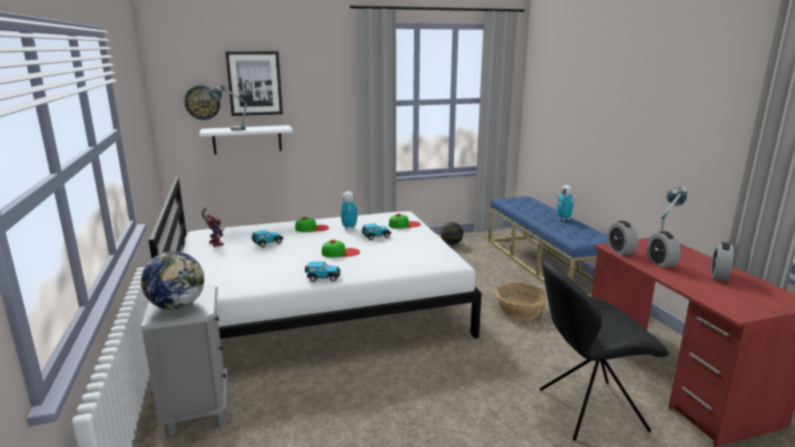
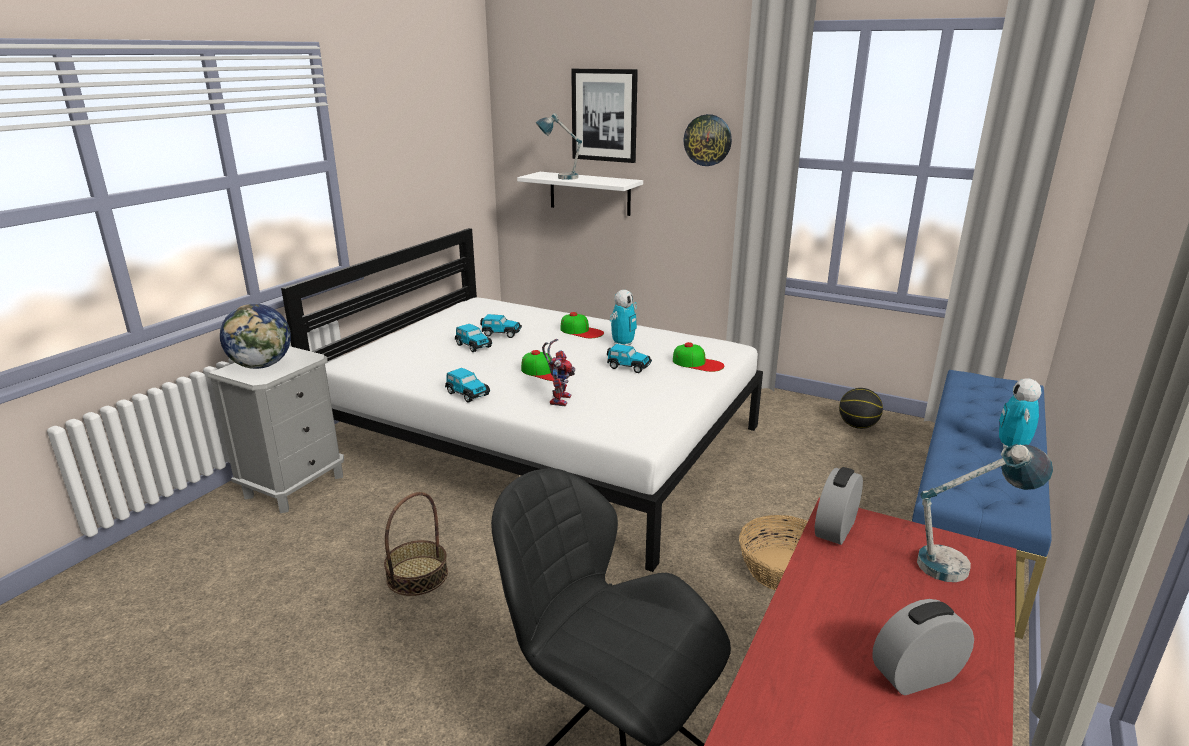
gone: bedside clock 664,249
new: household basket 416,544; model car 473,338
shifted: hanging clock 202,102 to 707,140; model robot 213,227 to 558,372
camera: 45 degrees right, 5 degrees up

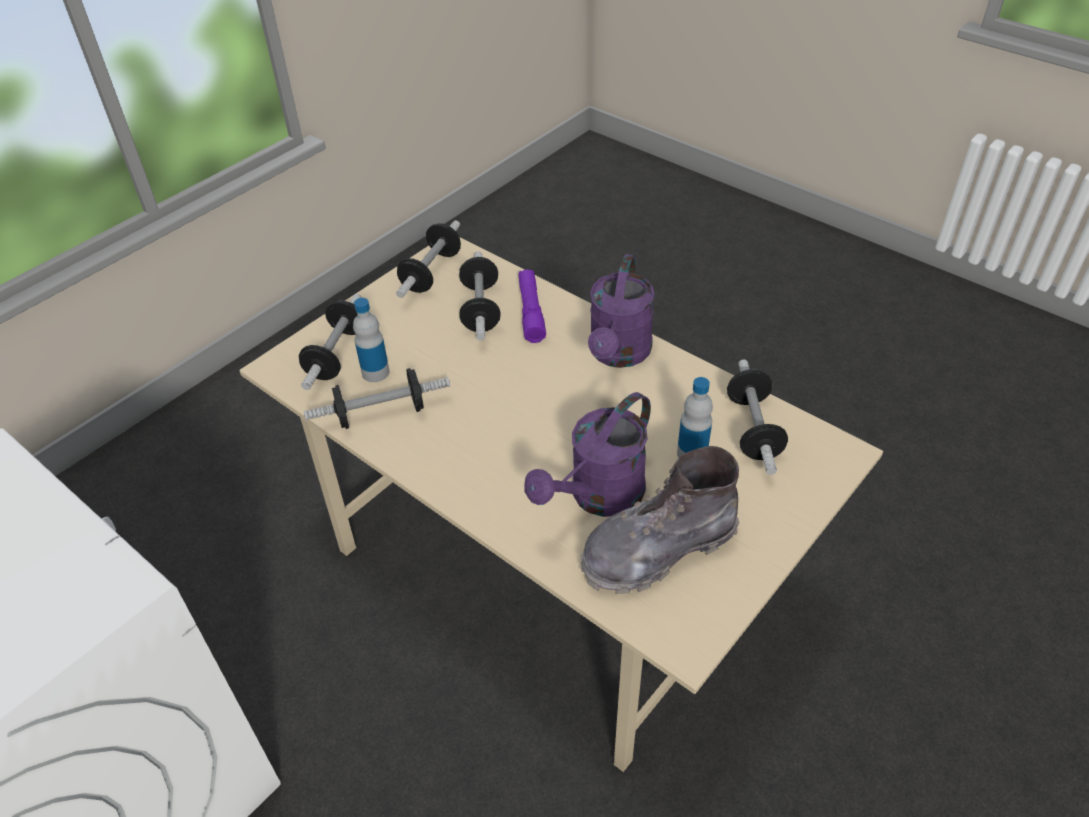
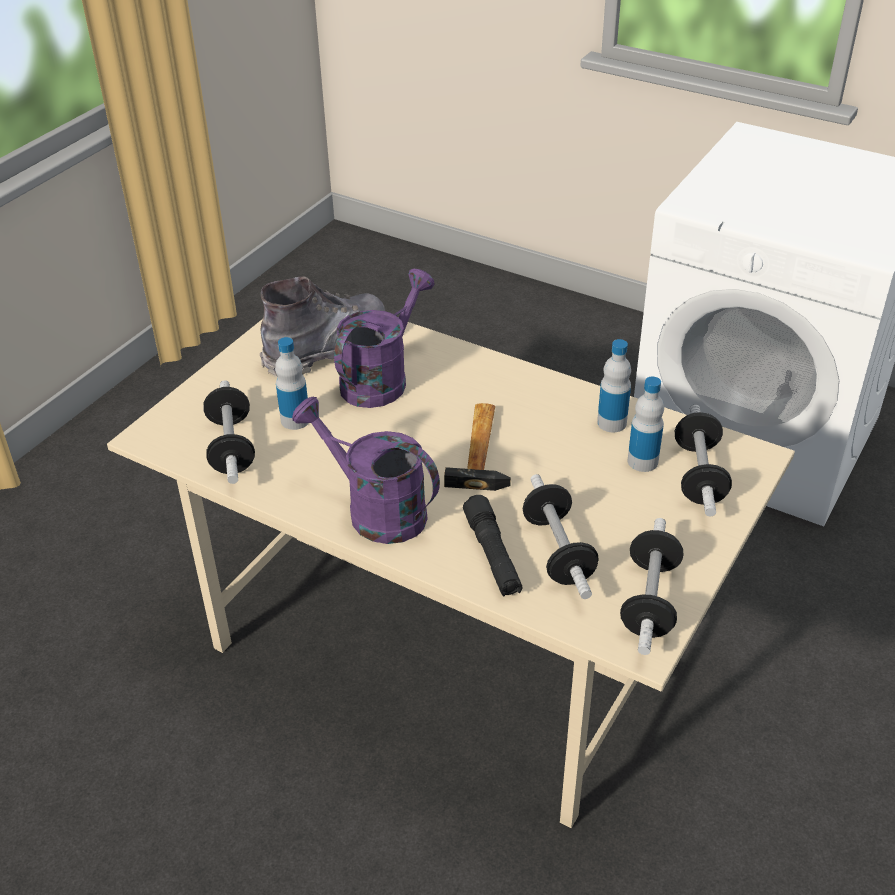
new: hand hammer 477,447
swapped: dumbbell 377,398 to drink bottle 614,385
repainted: purplish flashlight 532,306 to blackish flashlight 493,545
rotated: purplish sprinkling can 621,311 = 366,470 60 degrees counterclockwise
camera: 170 degrees right, 5 degrees down

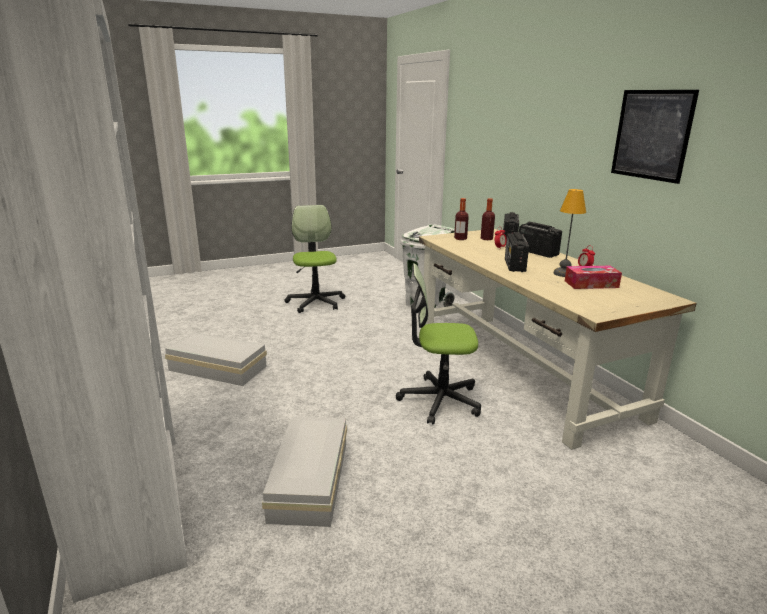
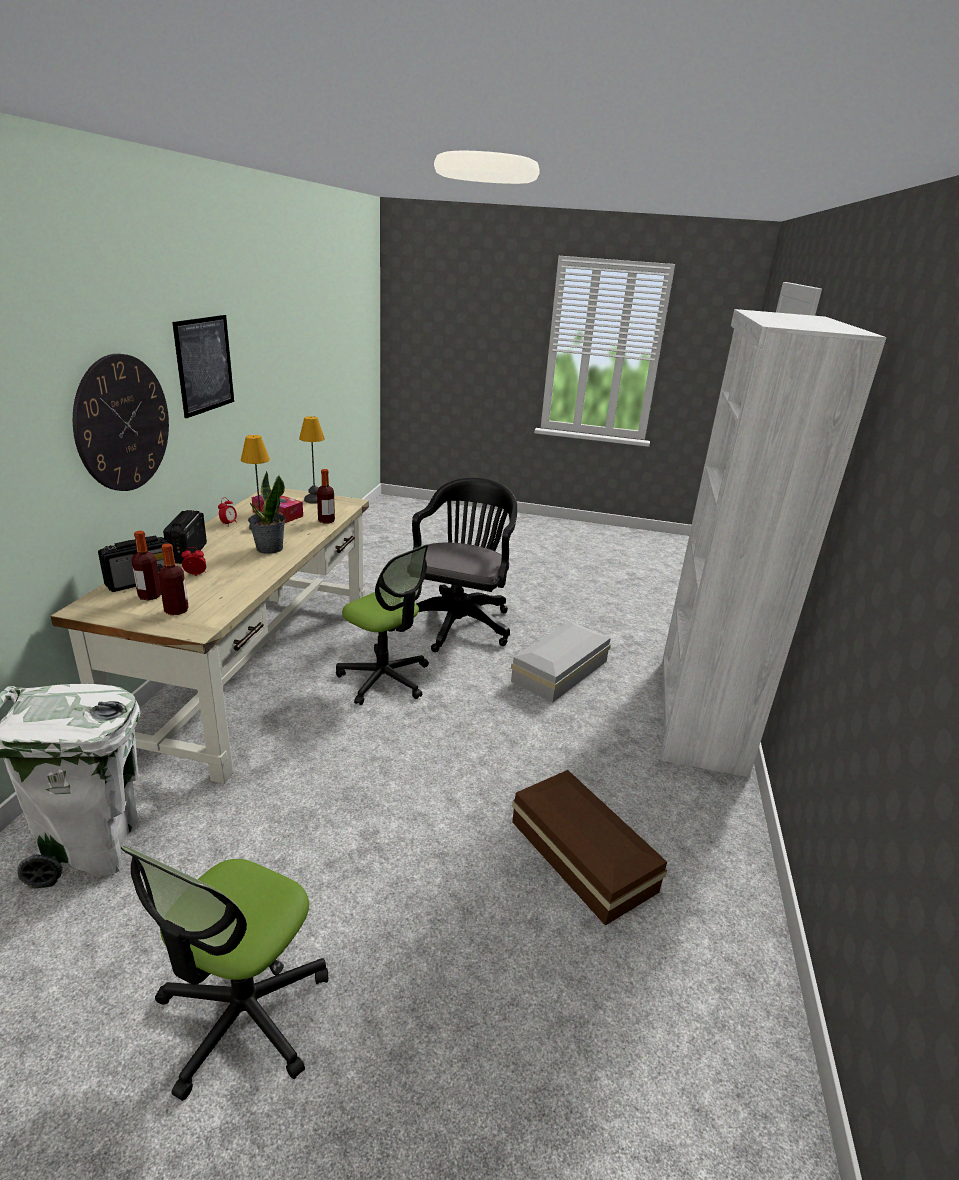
new: hanging clock 121,422; lamp for a table 312,460; drink bottle 326,496; blackish computer chair 464,565
swapped: radio set 517,252 to potted plant 267,512
repainted: white-coloured storage box 216,359 to brown-coloured storage box 589,848
camera: 145 degrees left, 5 degrees up

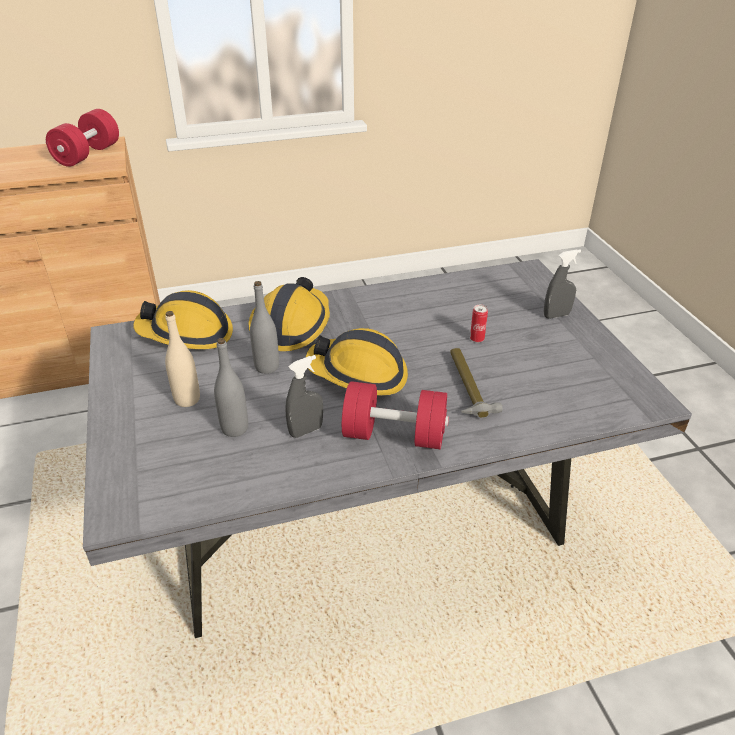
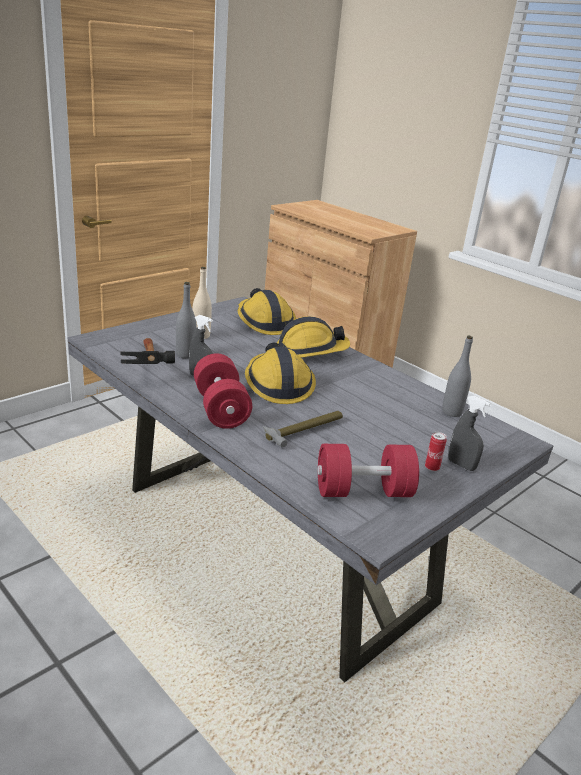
new: hand hammer 147,351
shifted: reddish dumbbell 82,138 to 368,470; grey drink bottle 264,327 to 457,376; metal can 479,324 to 436,451
camera: 60 degrees right, 10 degrees down

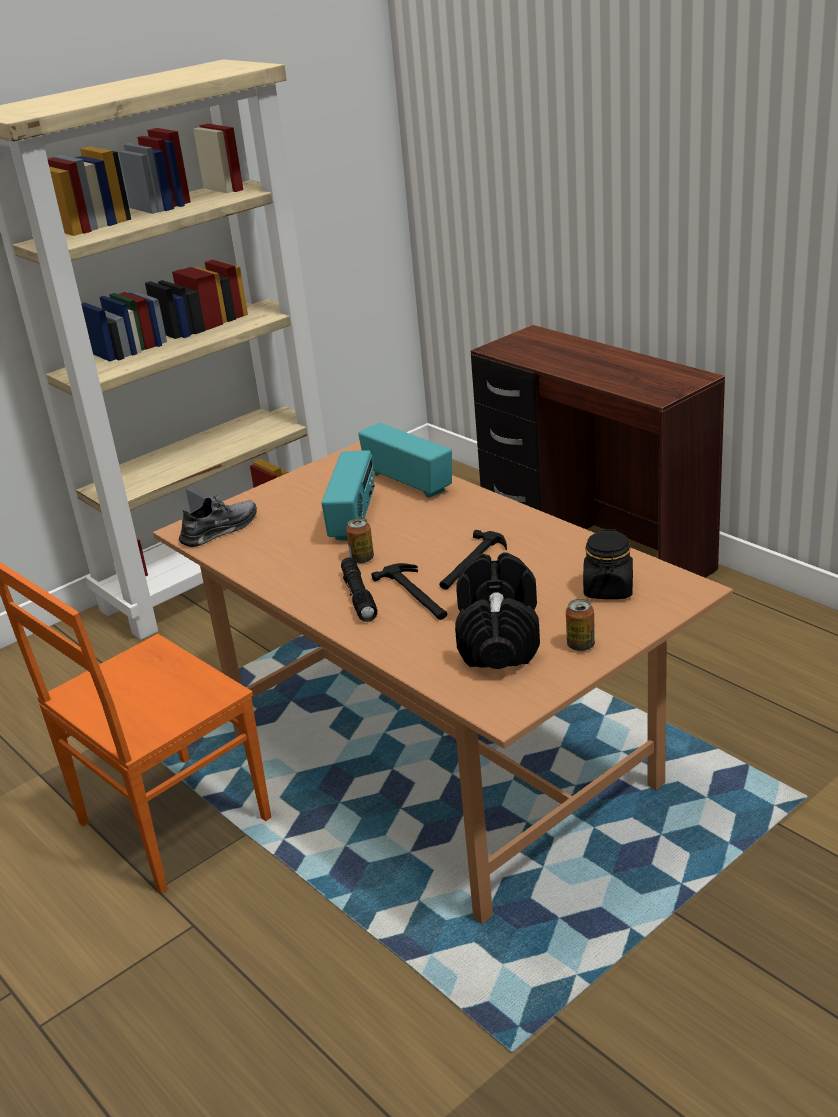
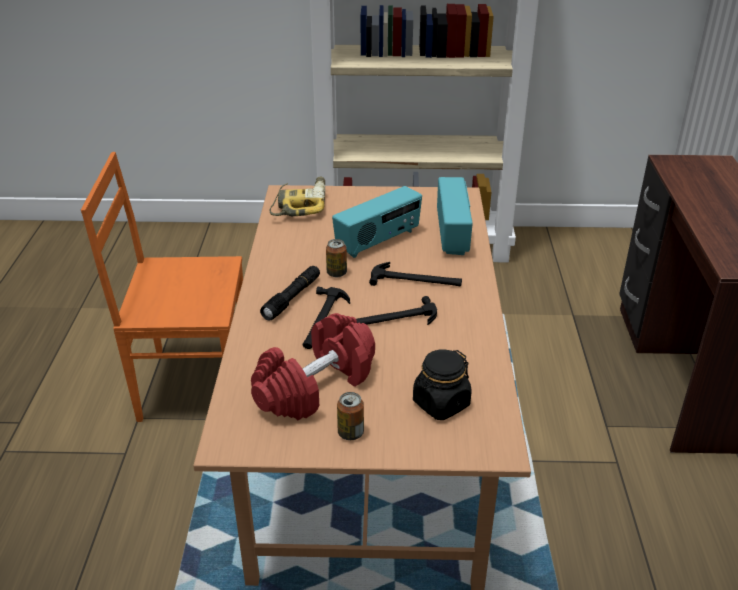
new: hand hammer 415,274
swapped: grey item of footwear 218,521 to drill 297,196
repainted: blackish dumbbell 497,610 to reddish dumbbell 313,366
camera: 40 degrees right, 5 degrees up

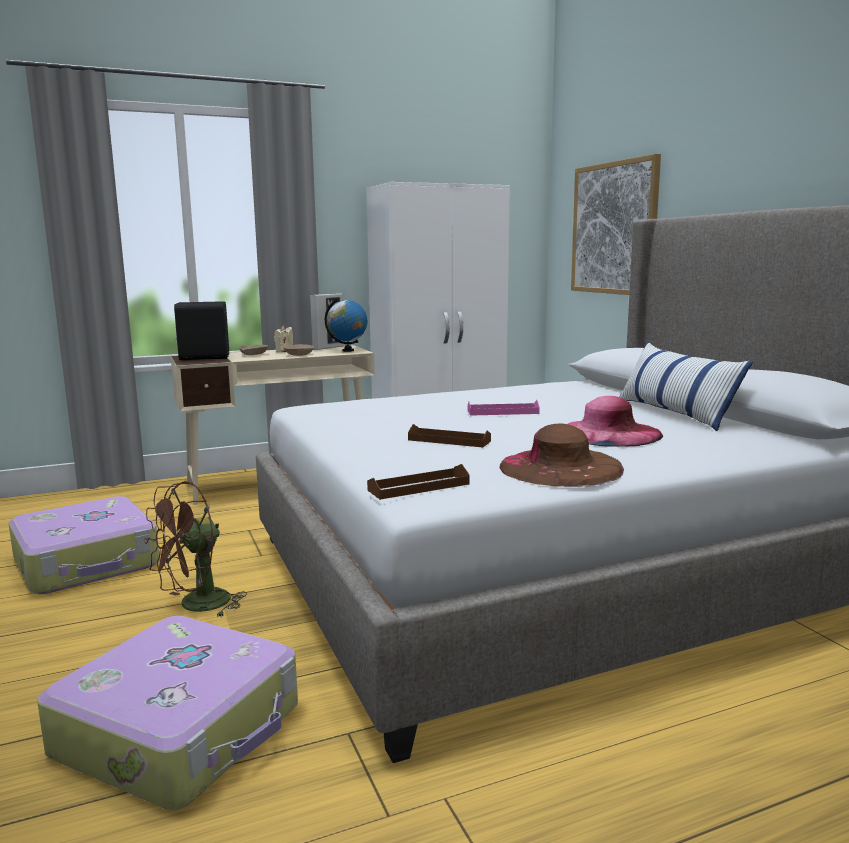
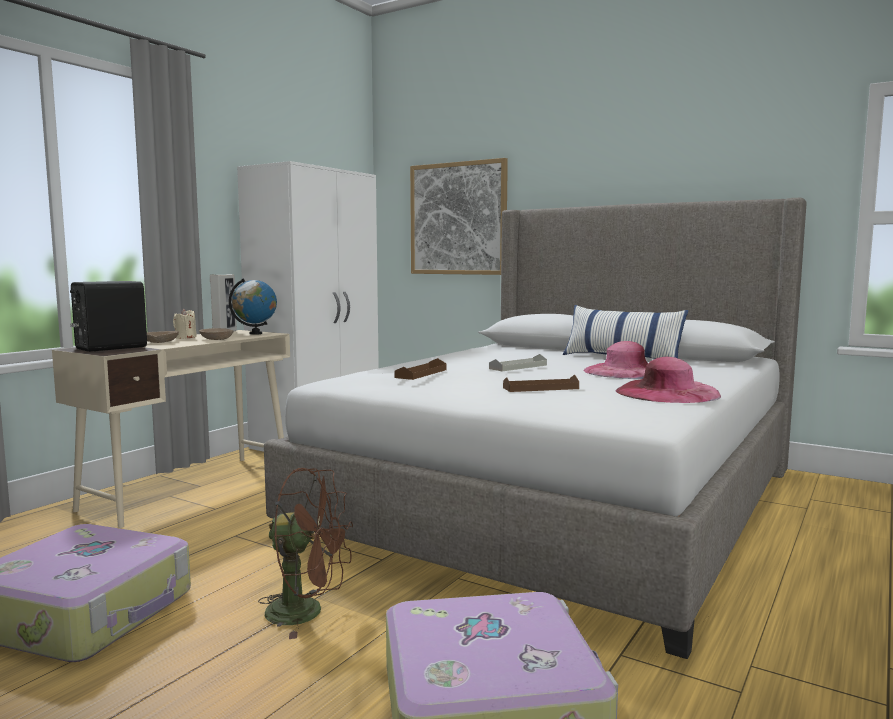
shifted: brown-coloured tray 418,482 to 420,369
repainted: pink-coloured tray 504,408 to grey tray 518,363; brown-coloured clothing hat 561,455 to pink-coloured clothing hat 668,380
rotated: brown-coloured electric fan 195,549 = 305,553 90 degrees counterclockwise
camera: 35 degrees left, 5 degrees down

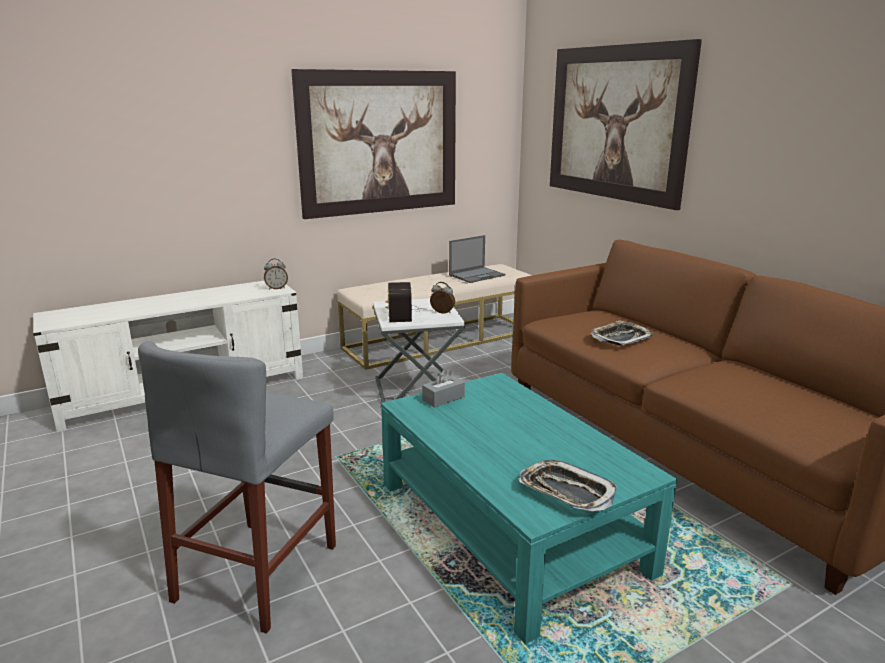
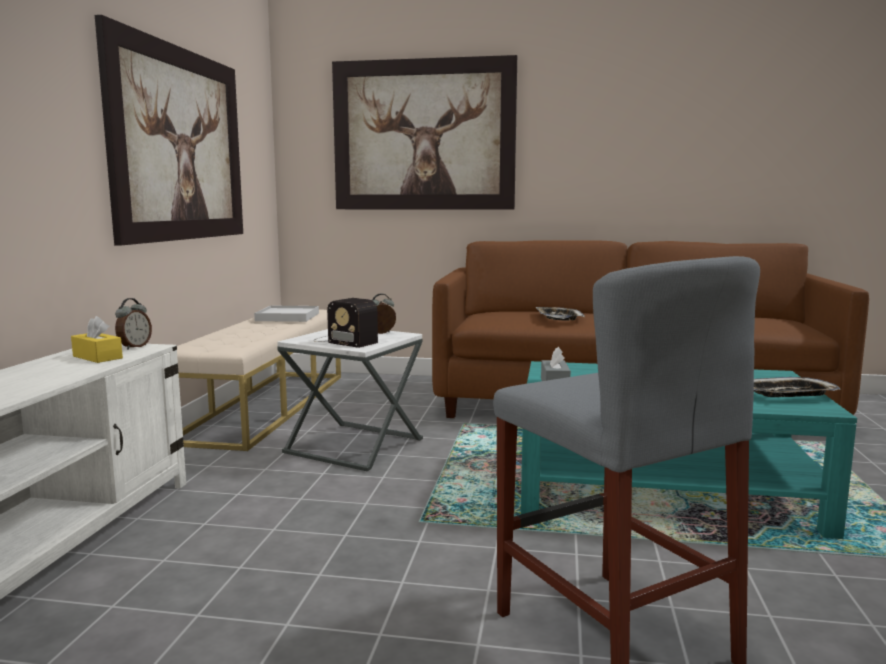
new: yellow-coloured box of tissues 97,339
swapped: laptop 477,259 to white-coloured tray 286,314
camera: 50 degrees left, 10 degrees down

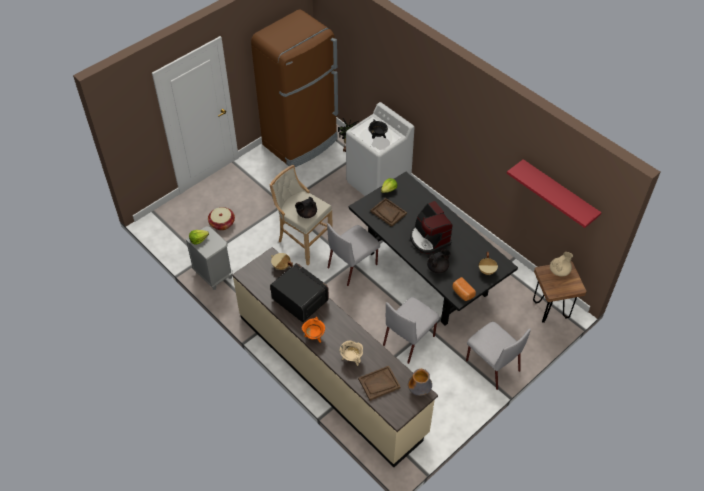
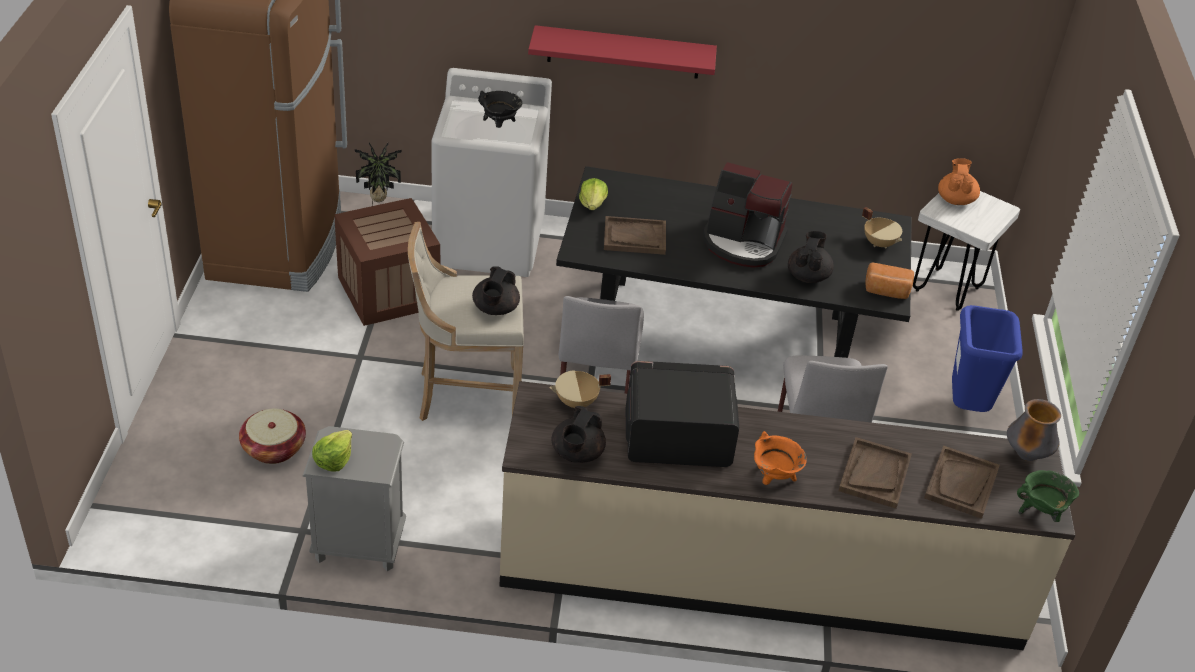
new: shipping crate 387,262; blackish pot for tea 579,434; green saucepot 1048,496
shifted: reddish wall shelf 554,193 to 622,52
swapped: beige saucepot 351,353 to brown-coloured tray 875,473; grey chair 498,356 to blue-coloured rubbish bin 987,358
repainted: brown-coloured stool 559,292 to white-coloured stool 966,251; beige pot for tea 561,264 to orange pot for tea 959,181
camera: 45 degrees left, 10 degrees down

